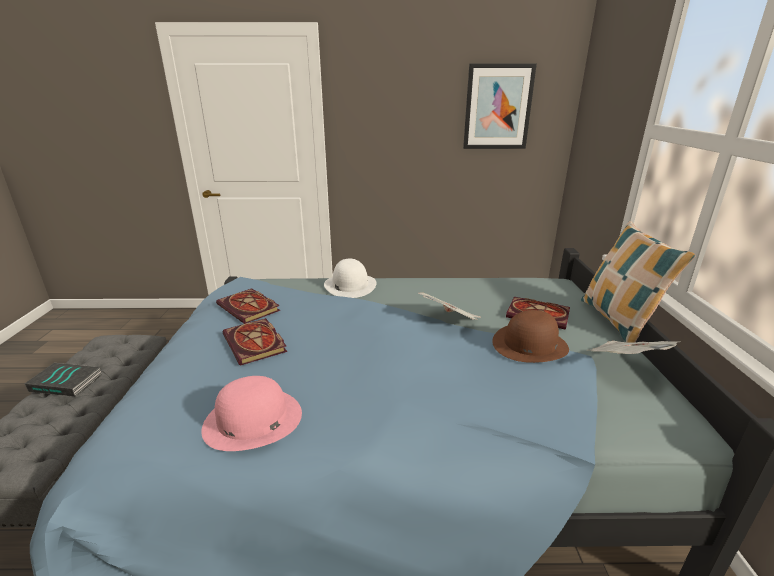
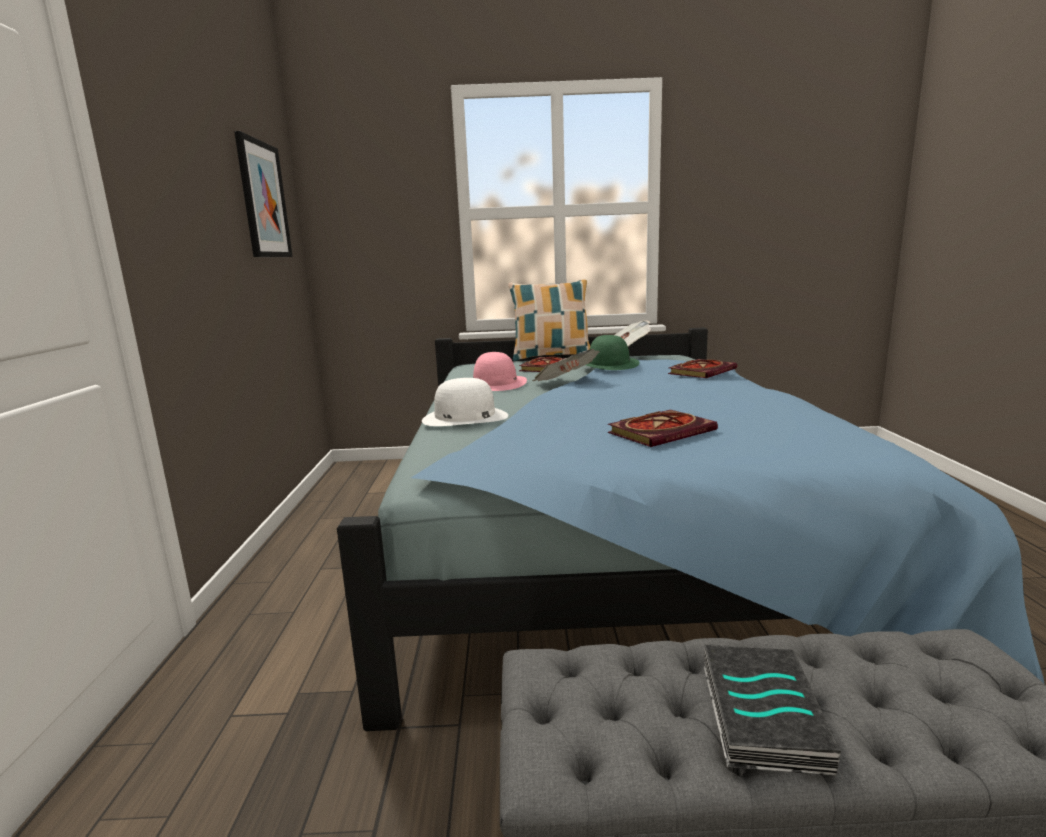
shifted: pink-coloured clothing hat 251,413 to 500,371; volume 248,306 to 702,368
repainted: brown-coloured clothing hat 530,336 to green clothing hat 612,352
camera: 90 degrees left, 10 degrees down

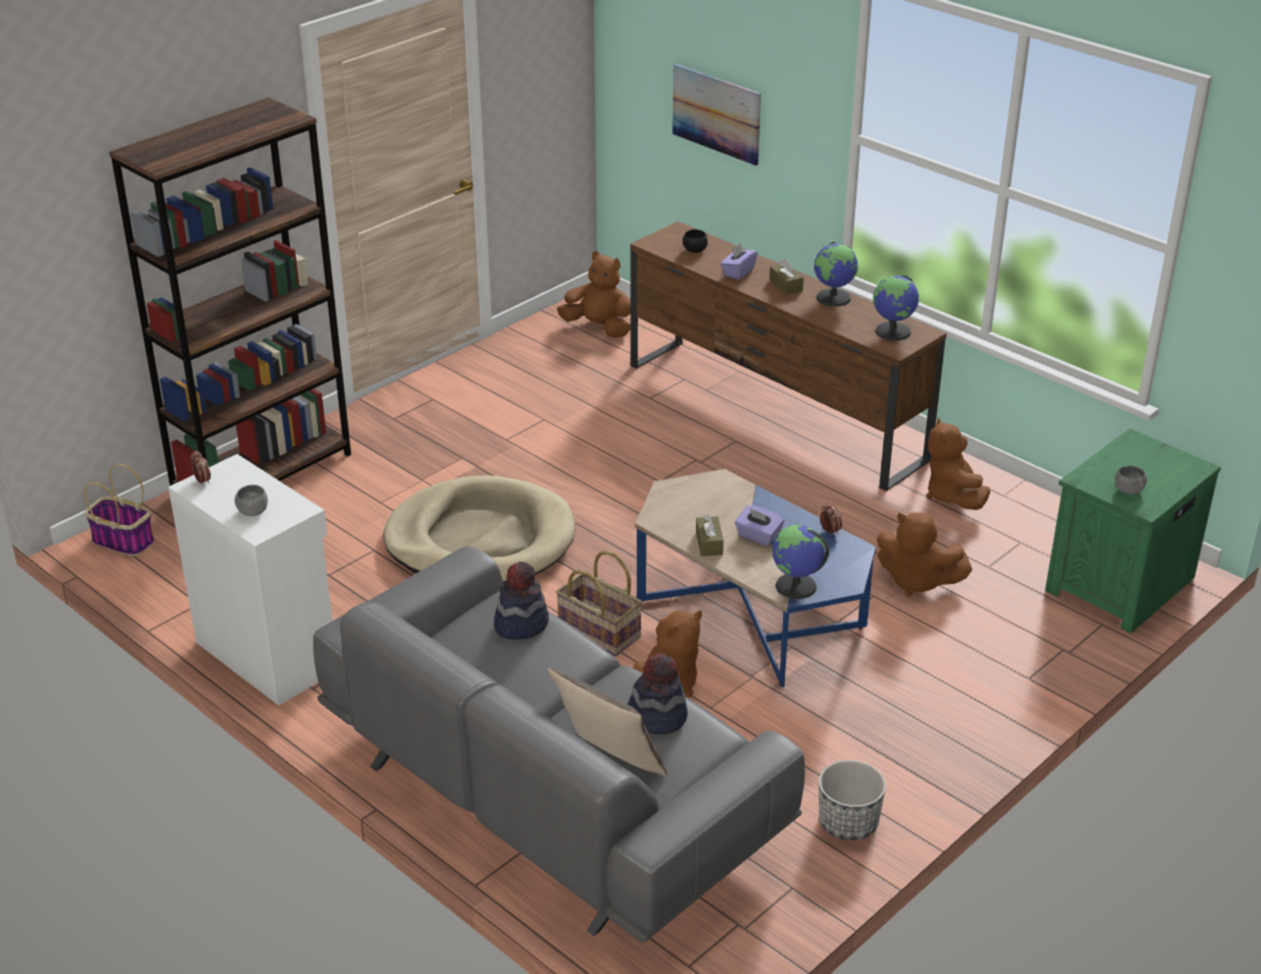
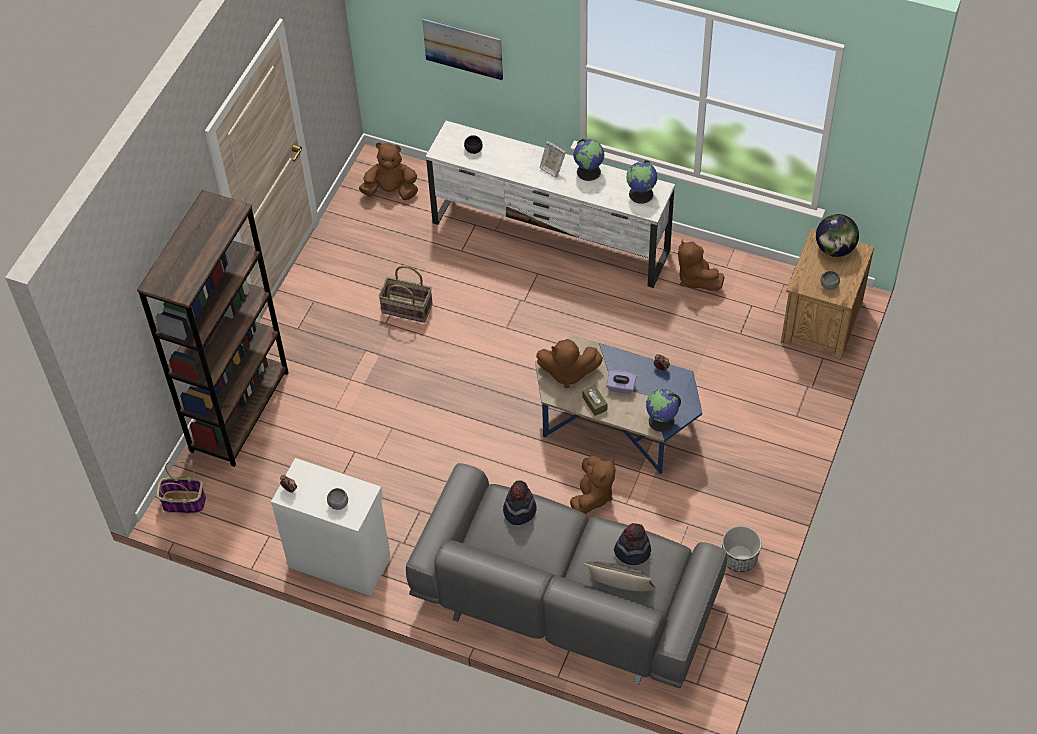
gone: beige dog bed 479,530; purplish box of tissues 739,261
new: world globe 837,235
shifted: household basket 599,603 to 405,294; brown-coloured cuddly toy 924,554 to 569,363
swapped: brown-coloured box of tissues 786,276 to standing frame 552,159
repainted: brown-coloured media console 788,356 to white-coloured media console 550,204; green night table 1133,531 to brown-coloured night table 828,294
camera: 20 degrees left, 20 degrees up

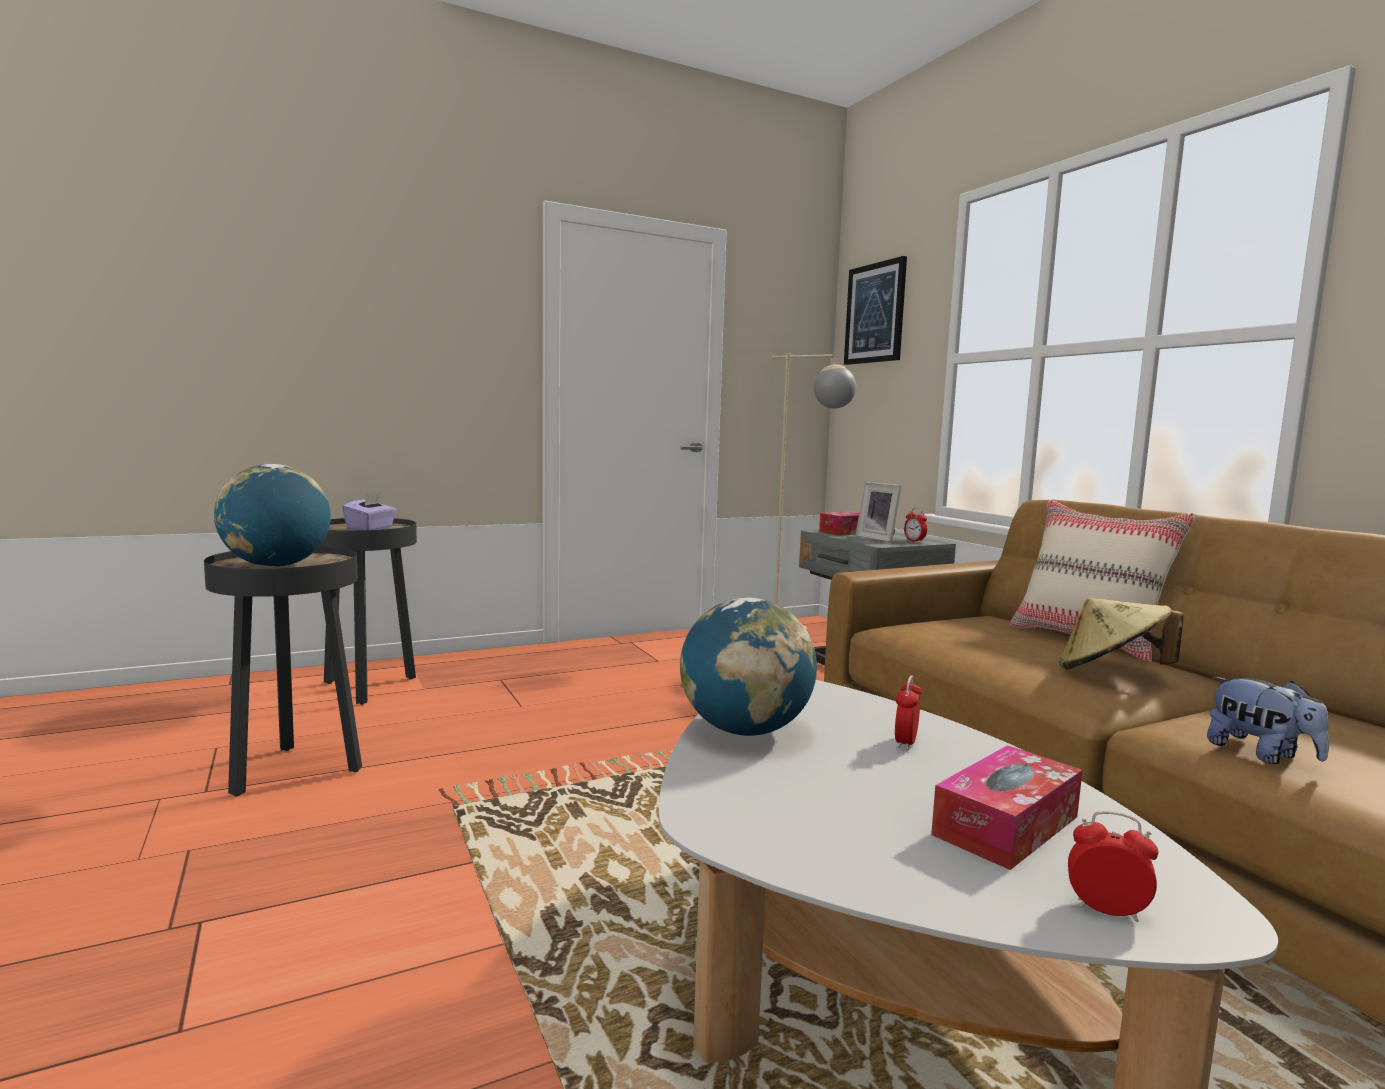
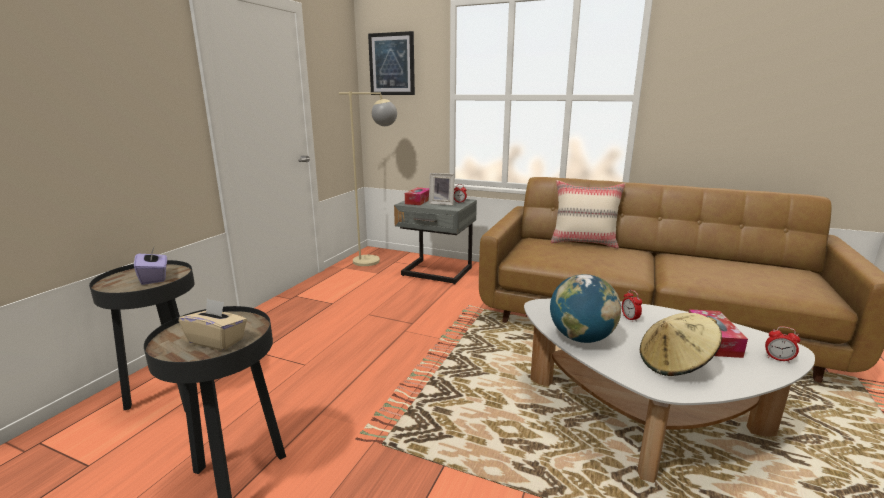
gone: cuddly toy 1268,720
shifted: beige clothing hat 1121,633 to 681,344
swapped: world globe 272,515 to beige box of tissues 213,324
rotated: bedside clock 1113,866 = 782,344 135 degrees counterclockwise
camera: 40 degrees left, 10 degrees up

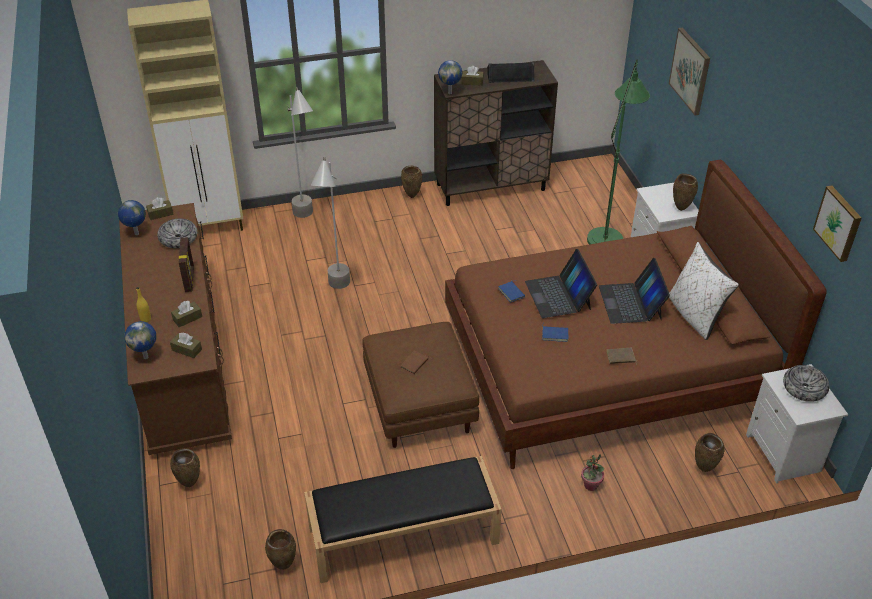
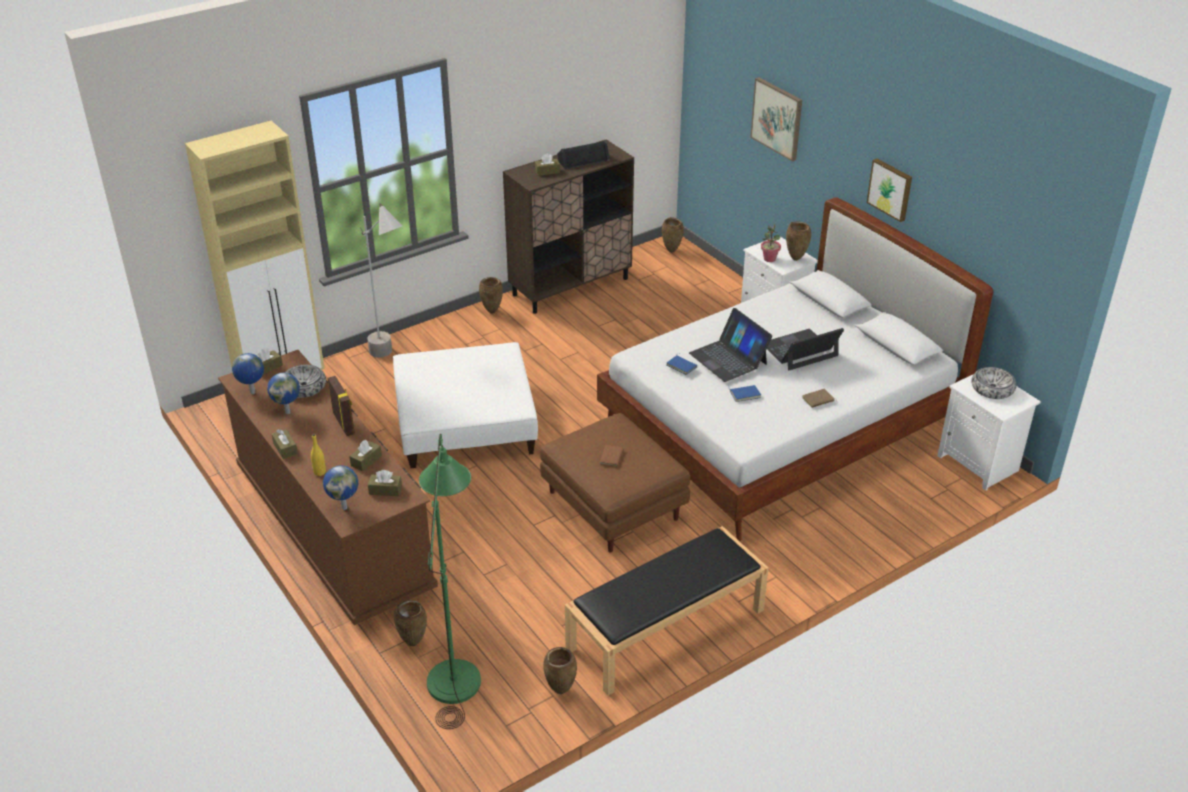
gone: white-coloured throw pillow 704,291
new: brown-coloured box of tissues 285,444
shifted: world globe 450,77 to 283,393; potted plant 592,472 to 771,242; green standing lamp 618,152 to 450,581; brown-coloured vase 710,452 to 673,234; picture 837,224 to 889,190
swapped: grey standing lamp 330,223 to white-coloured pouffe 465,405
repainted: brown-coloured bed 636,314 to white-coloured bed 795,369
rotated: laptop 634,291 = 805,349 90 degrees clockwise
camera: 20 degrees left, 5 degrees down

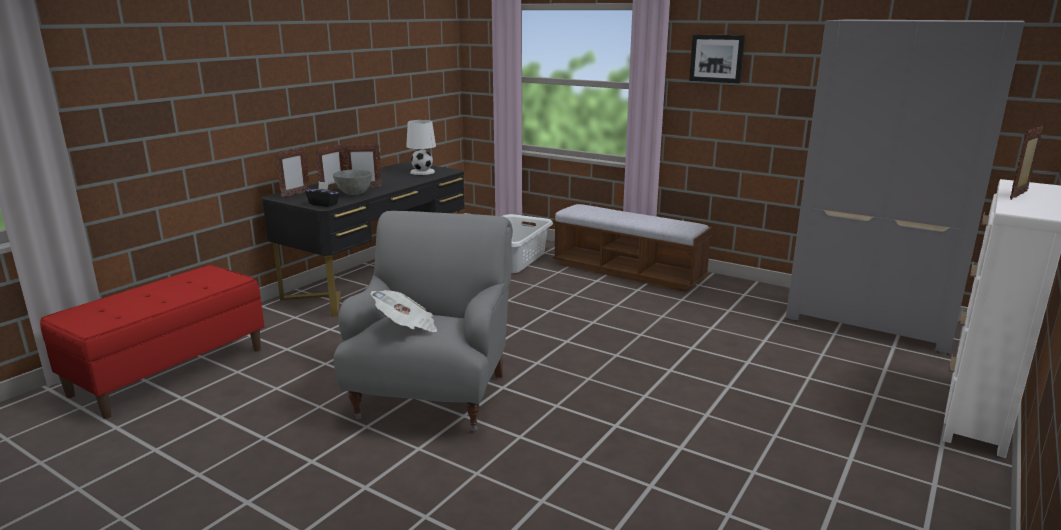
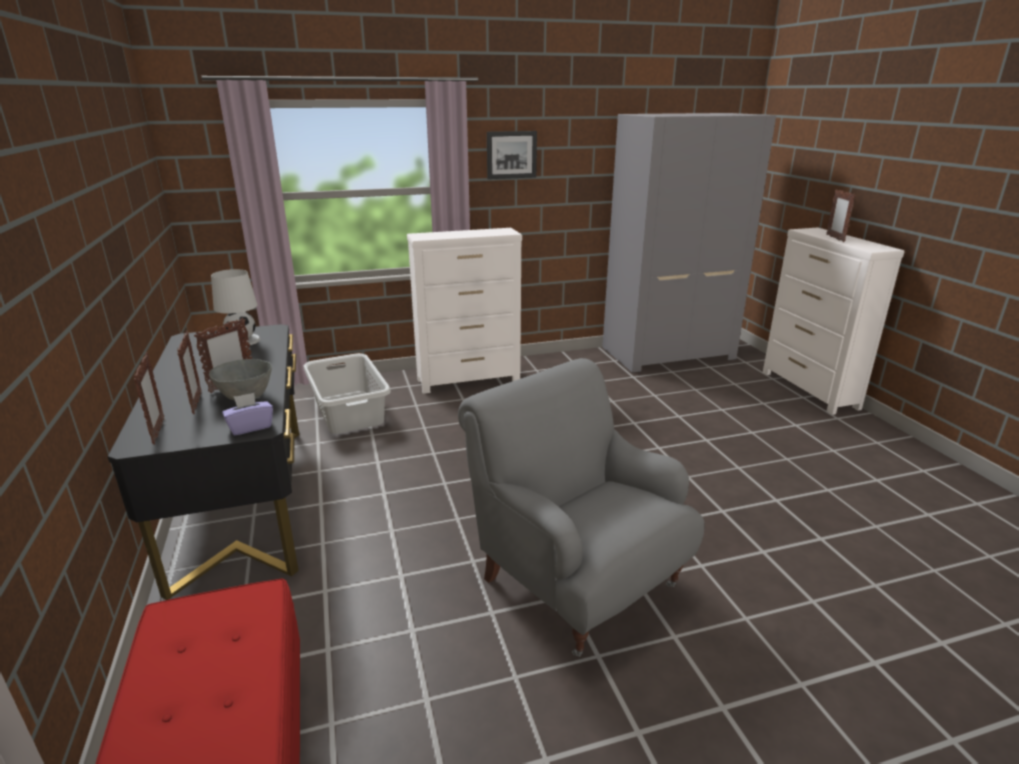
gone: daily paper 404,311
swapped: indoor bench 633,248 to white-coloured chest of drawers 464,311
repainted: blackish box of tissues 323,194 to purplish box of tissues 247,414
camera: 50 degrees left, 5 degrees up

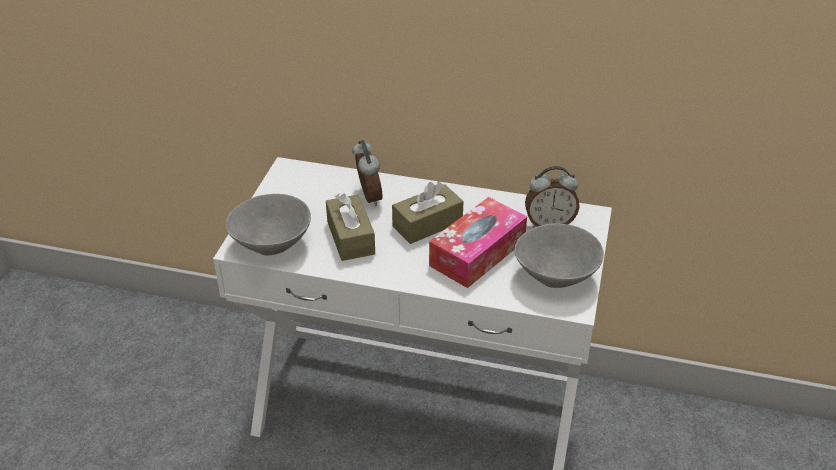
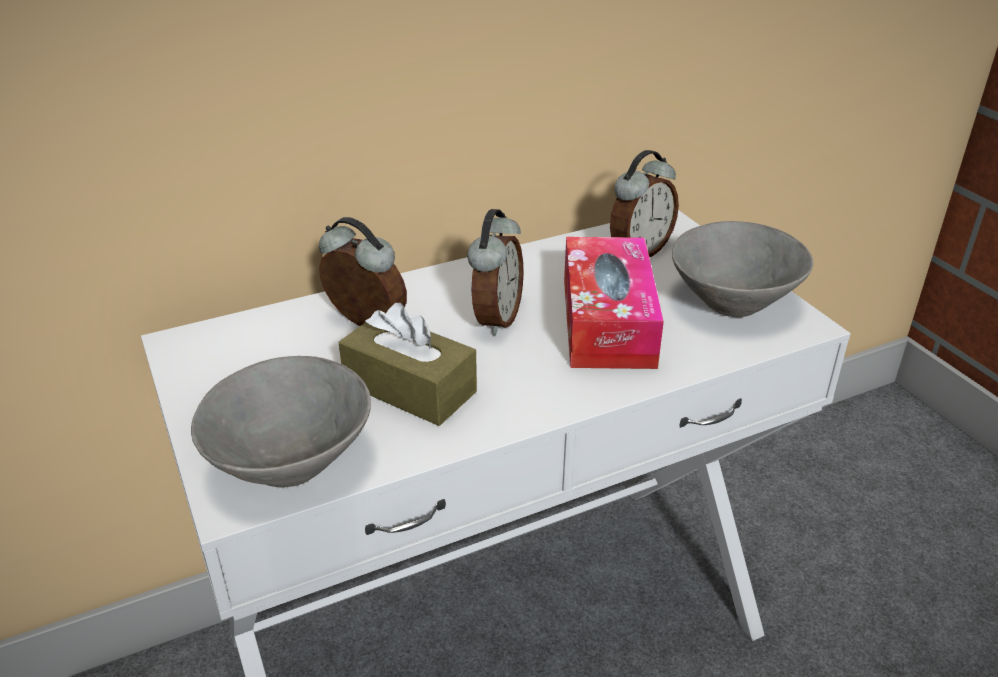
swapped: brown-coloured box of tissues 428,212 to bedside clock 495,272
camera: 40 degrees left, 5 degrees down

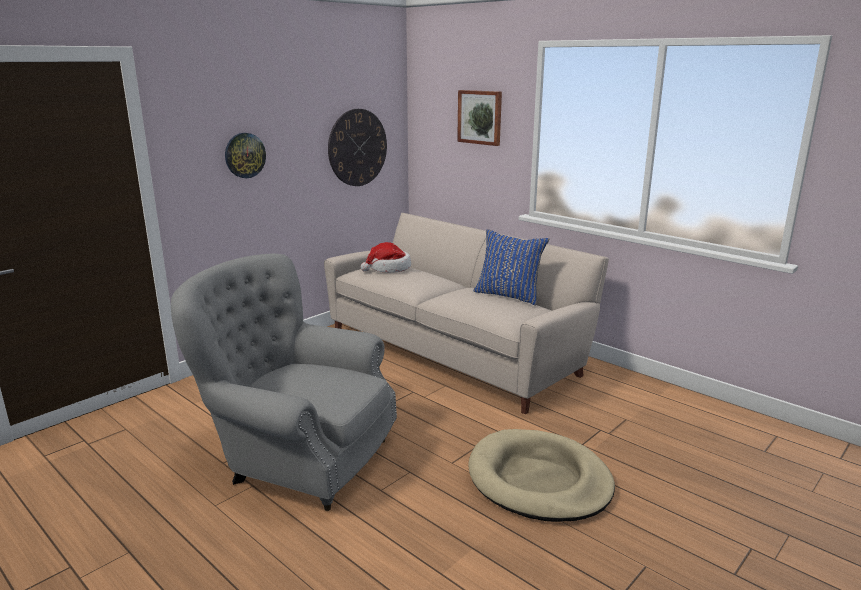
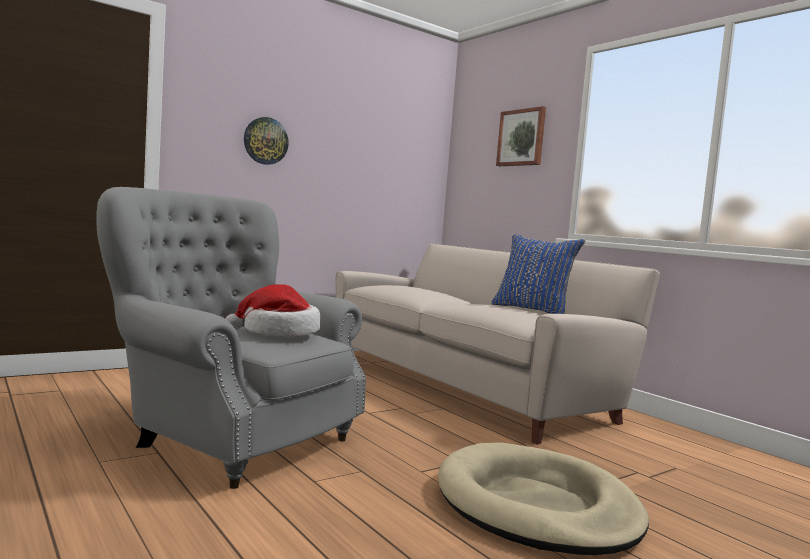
gone: hanging clock 357,147
shifted: clothing hat 386,257 to 273,310
camera: 10 degrees right, 15 degrees down

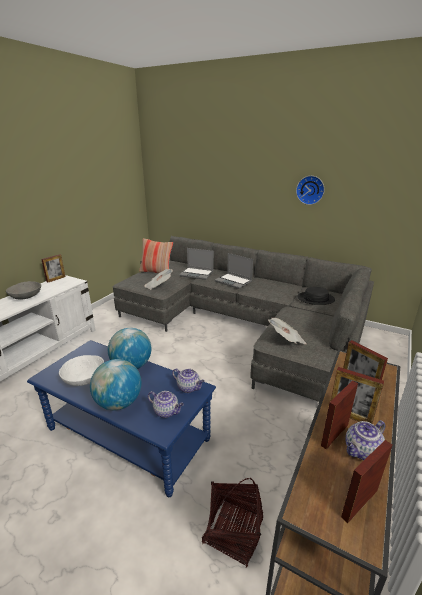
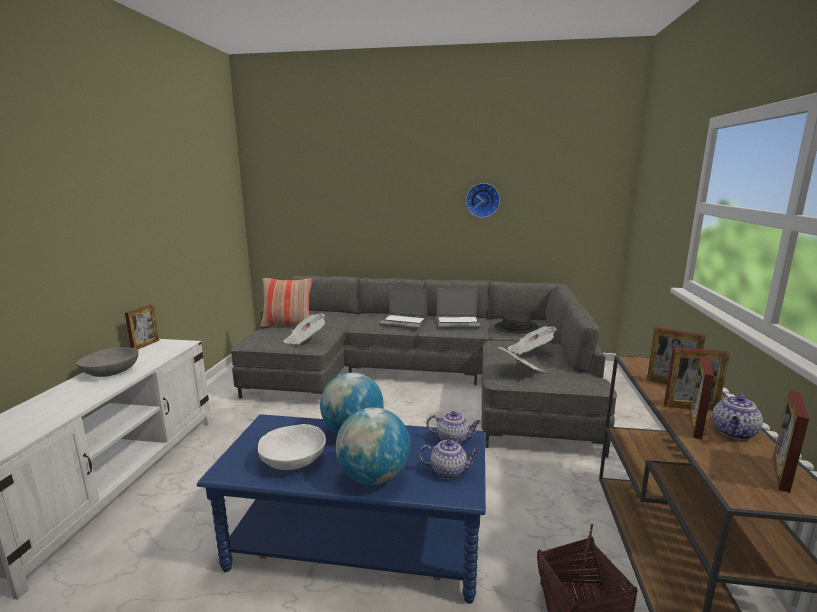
new: daily paper 532,340
shifted: laptop 196,264 to 459,308
camera: 20 degrees left, 10 degrees down

